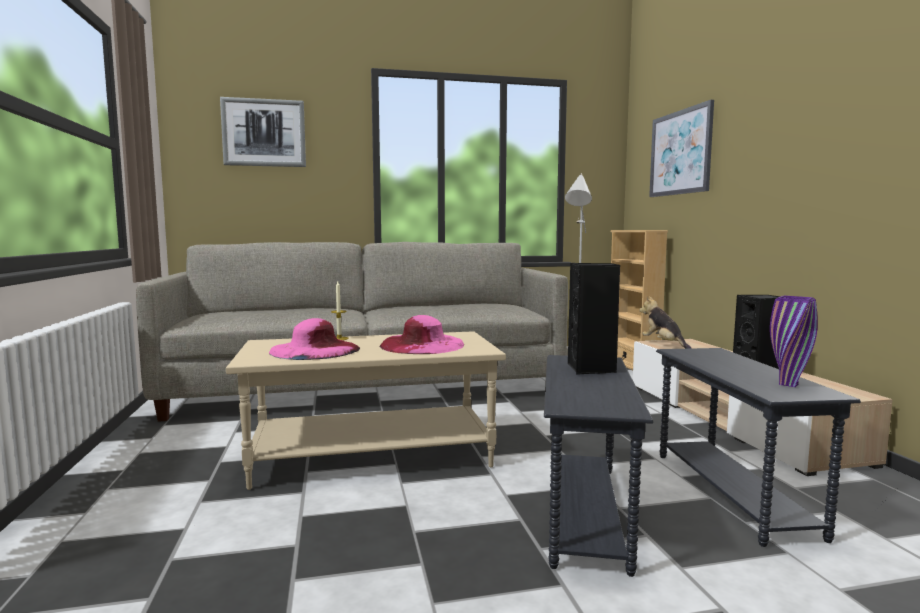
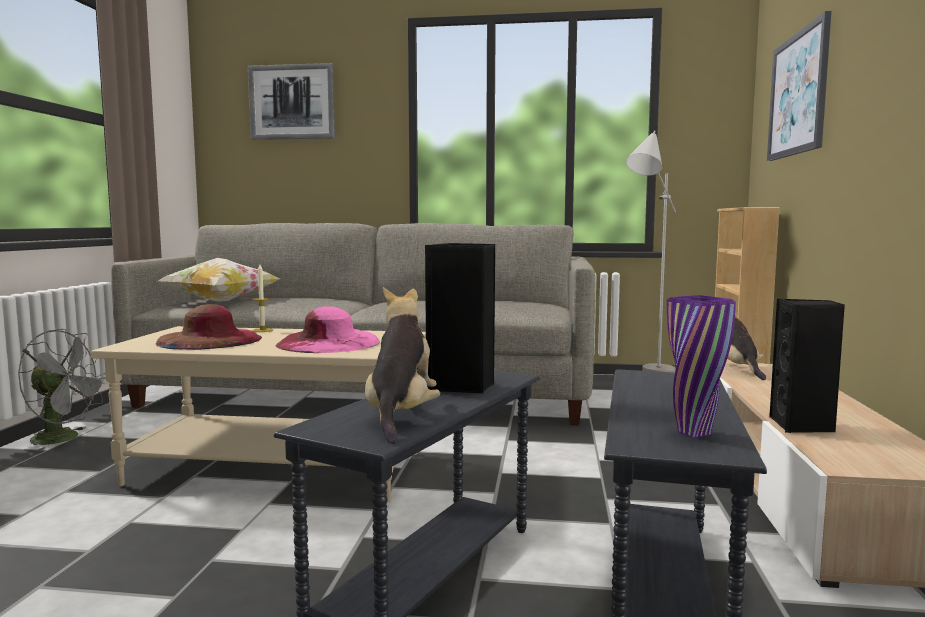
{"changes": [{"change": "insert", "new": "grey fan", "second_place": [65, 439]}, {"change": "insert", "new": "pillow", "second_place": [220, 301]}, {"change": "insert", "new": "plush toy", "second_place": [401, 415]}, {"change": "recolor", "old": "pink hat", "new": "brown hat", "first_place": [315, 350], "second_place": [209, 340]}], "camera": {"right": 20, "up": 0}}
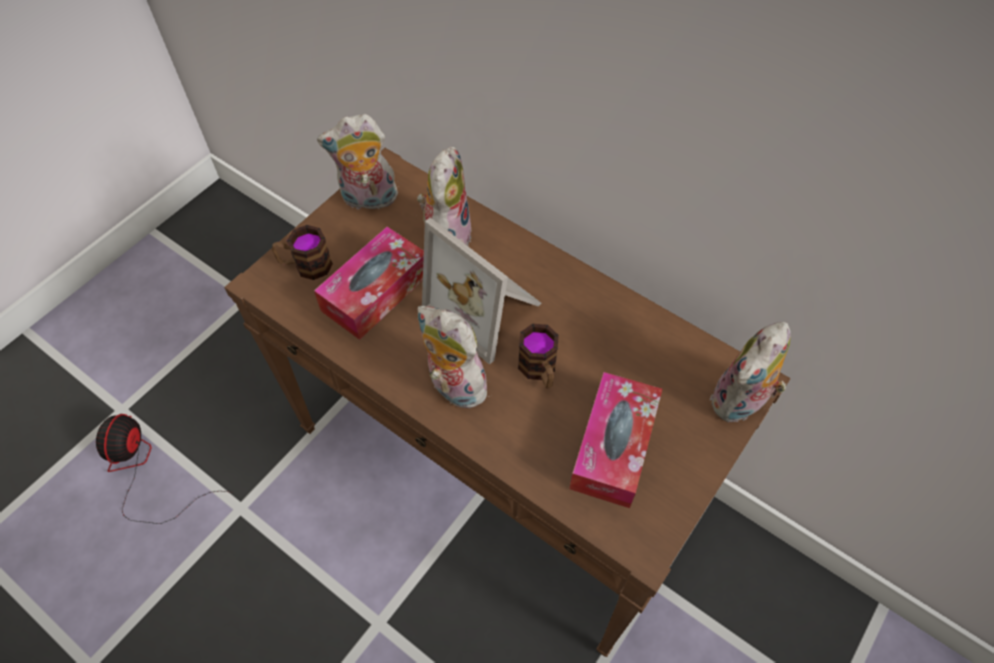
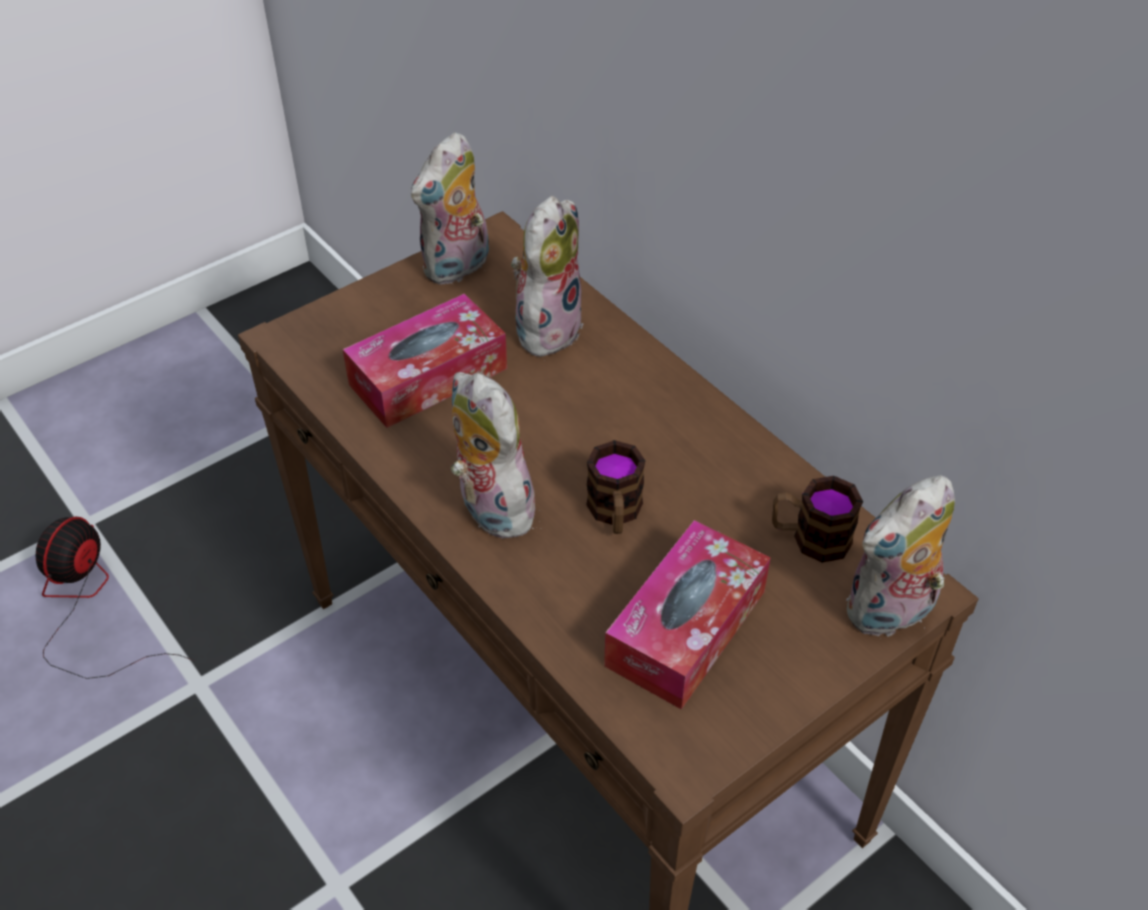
{"changes": [{"change": "delete", "old": "picture frame", "first_place": [487, 308]}, {"change": "move", "old": "mug", "first_place": [305, 265], "second_place": [810, 538]}, {"change": "rotate", "old": "plush toy", "first_place": [368, 200], "second_place": [457, 268], "degrees": -60}], "camera": {"right": 15, "up": -10}}
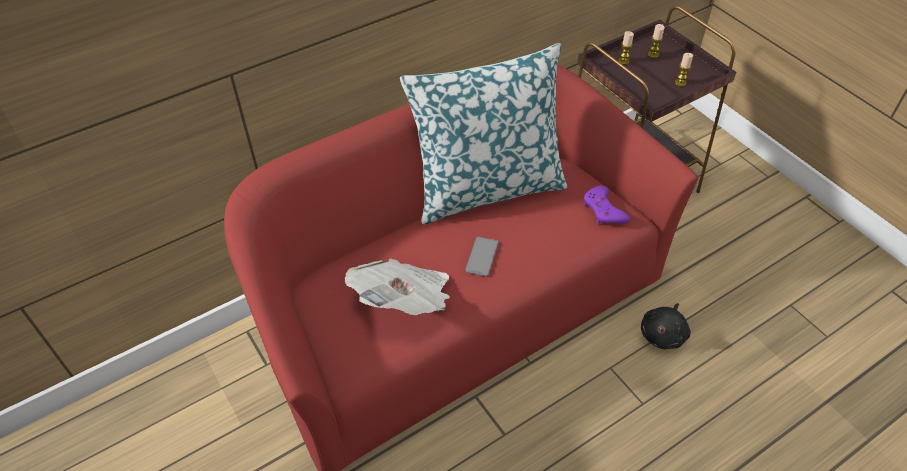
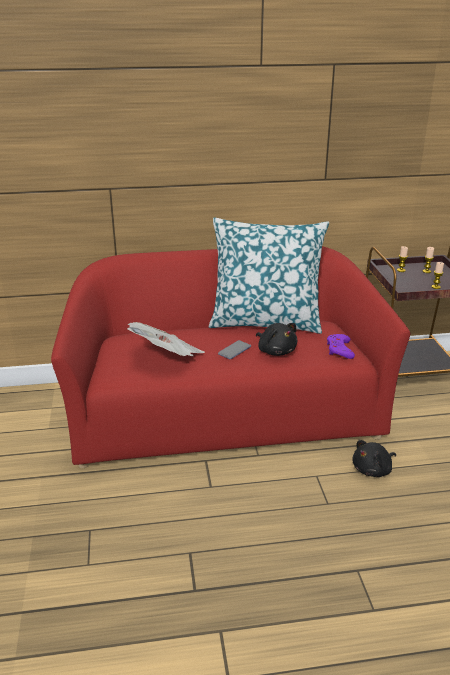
{"changes": [{"change": "insert", "new": "black plush toy", "second_place": [276, 351]}], "camera": {"right": 25, "up": -20}}
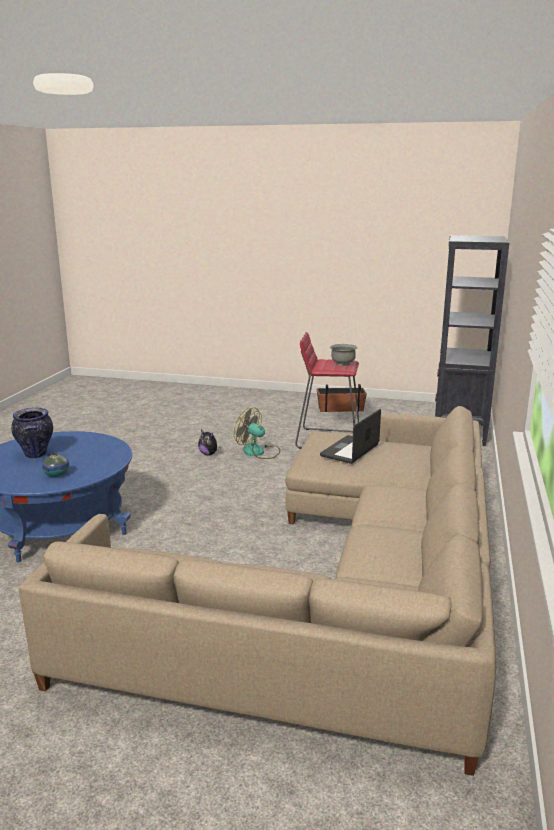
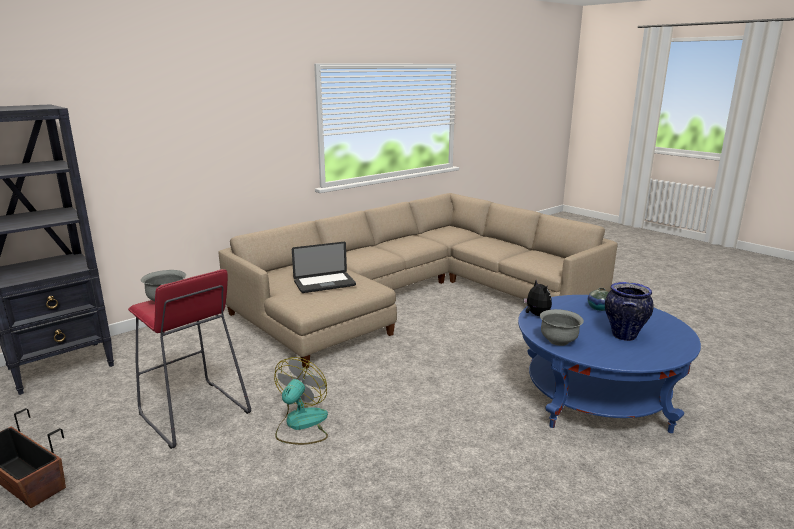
{"changes": [{"change": "insert", "new": "grey bowl", "second_place": [558, 341]}, {"change": "move", "old": "plush toy", "first_place": [209, 454], "second_place": [536, 315]}, {"change": "rotate", "old": "fan", "first_place": [258, 452], "second_place": [301, 425], "degrees": -135}], "camera": {"right": -145, "up": 0}}
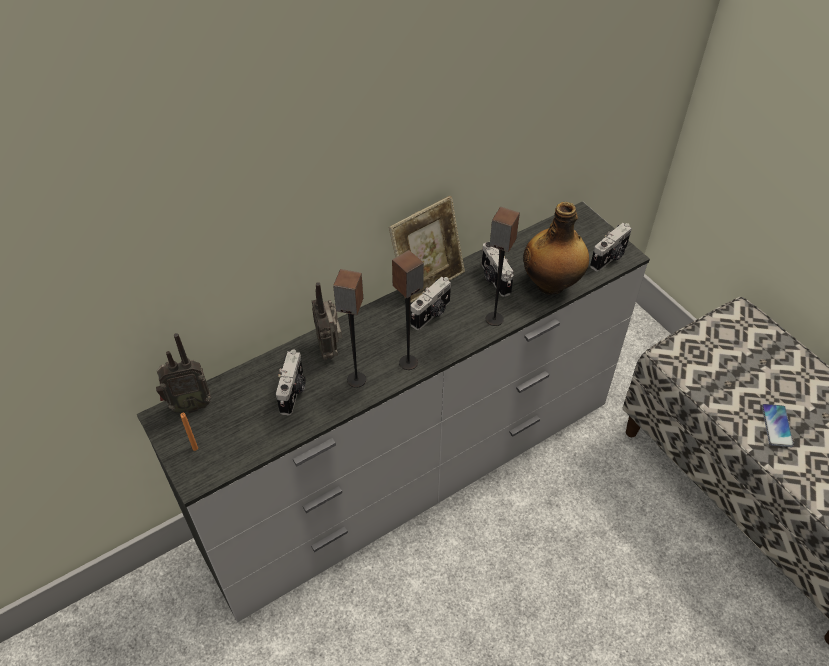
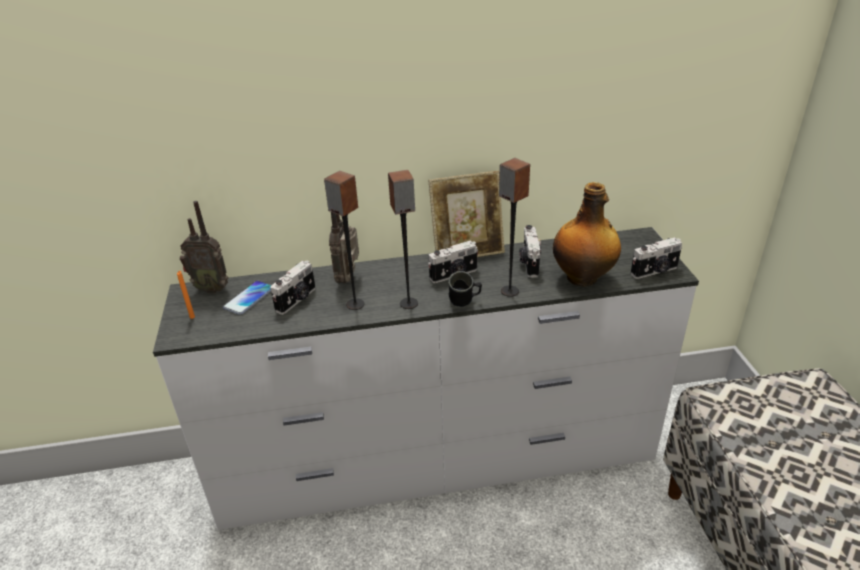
{"changes": [{"change": "insert", "new": "black mug", "second_place": [465, 303]}, {"change": "move", "old": "phone", "first_place": [776, 426], "second_place": [249, 298]}], "camera": {"right": 25, "up": -15}}
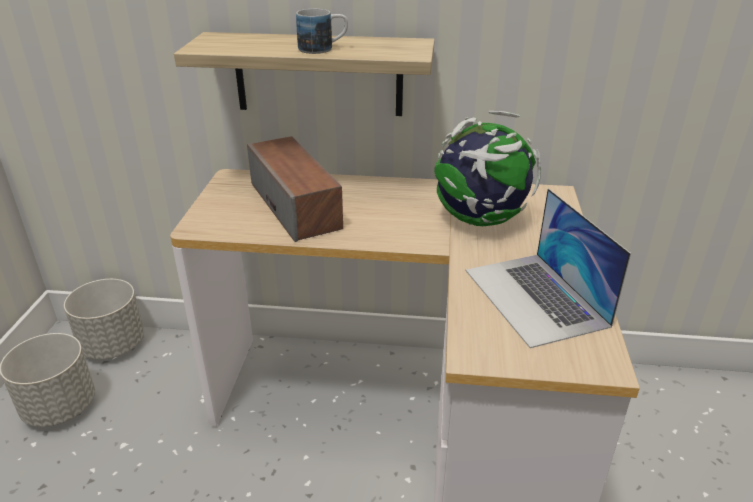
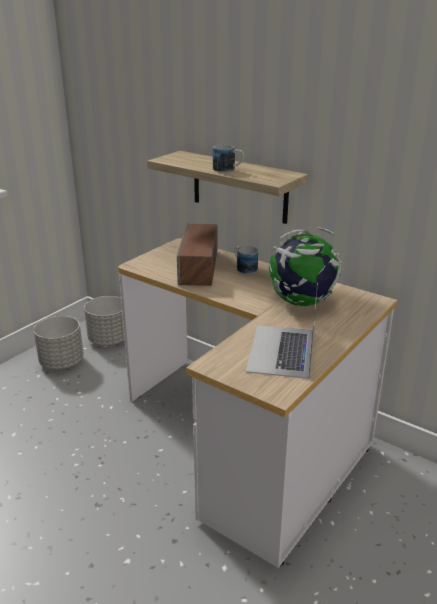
{"changes": [{"change": "insert", "new": "mug", "second_place": [244, 268]}], "camera": {"right": 30, "up": -5}}
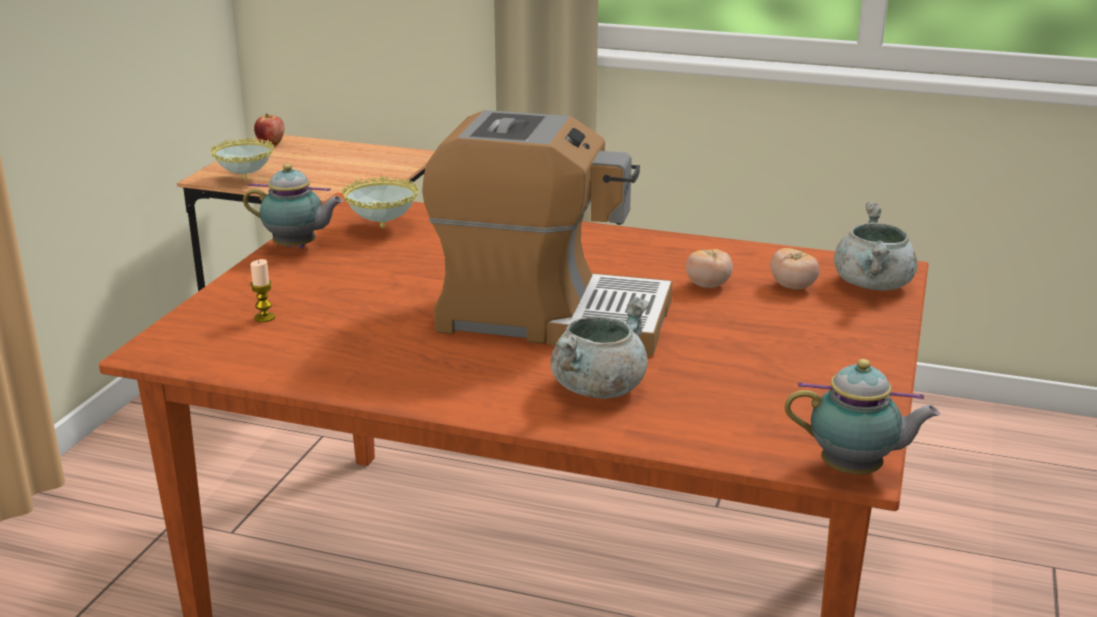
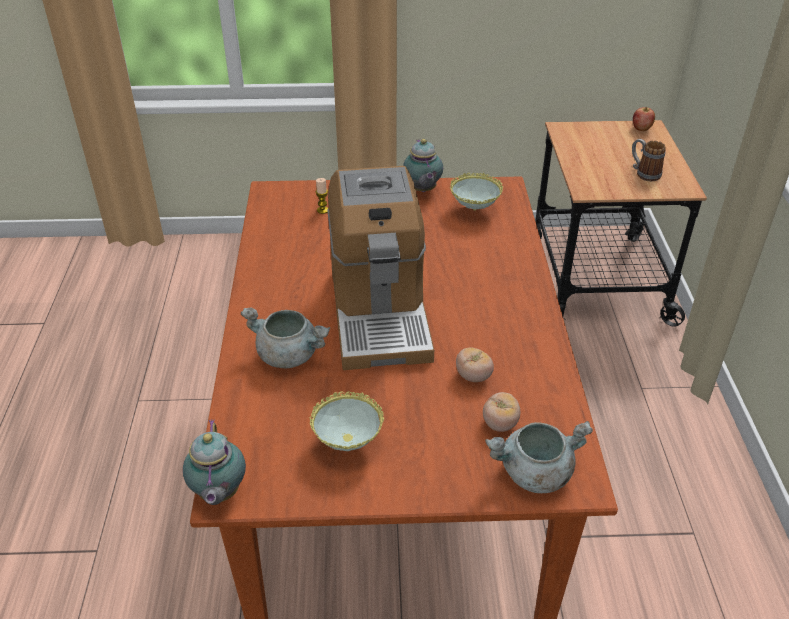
{"changes": [{"change": "insert", "new": "mug", "second_place": [643, 173]}, {"change": "move", "old": "bowl", "first_place": [245, 179], "second_place": [348, 444]}], "camera": {"right": 70, "up": 15}}
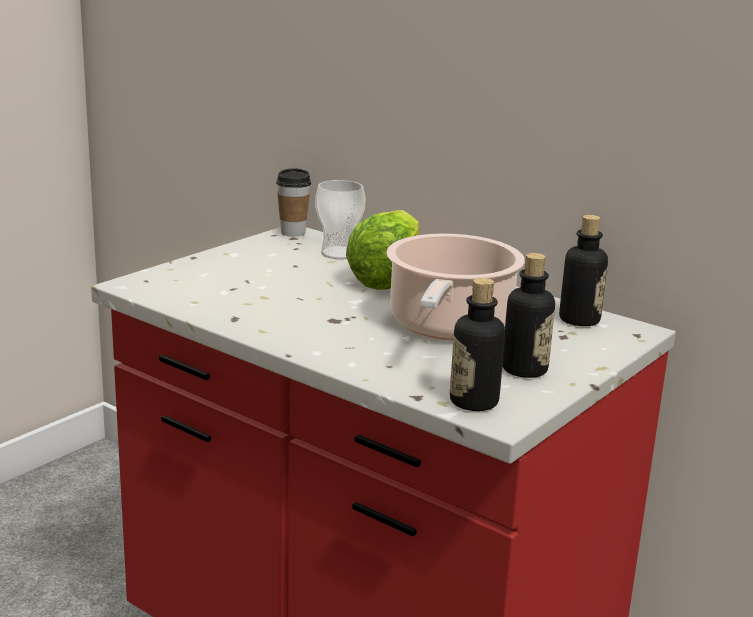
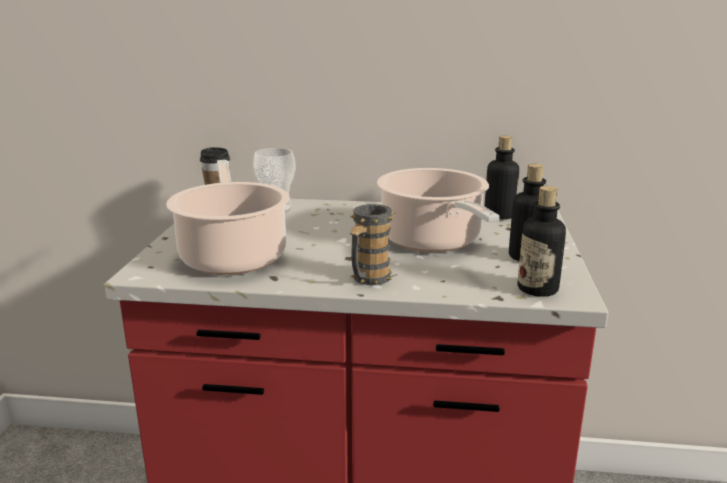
{"changes": [{"change": "delete", "old": "lettuce", "first_place": [387, 277]}, {"change": "insert", "new": "cooking pot", "second_place": [233, 255]}, {"change": "insert", "new": "mug", "second_place": [368, 280]}], "camera": {"right": -30, "up": 0}}
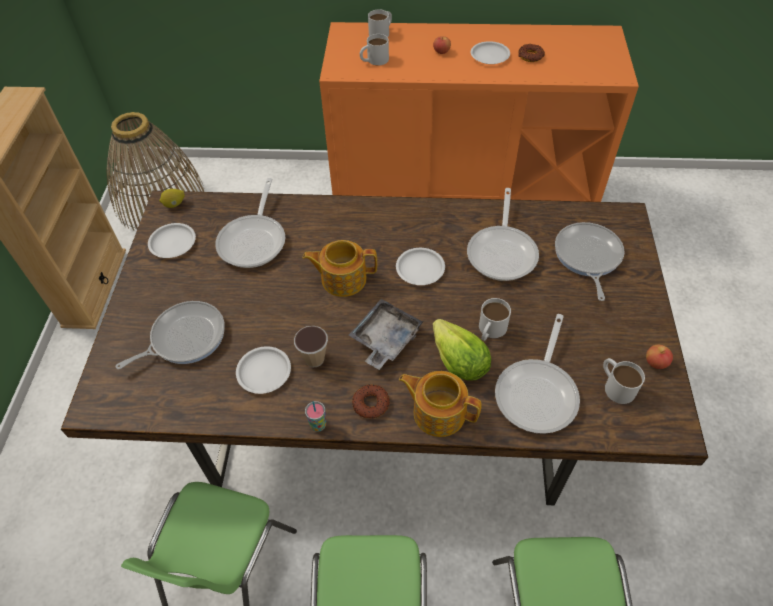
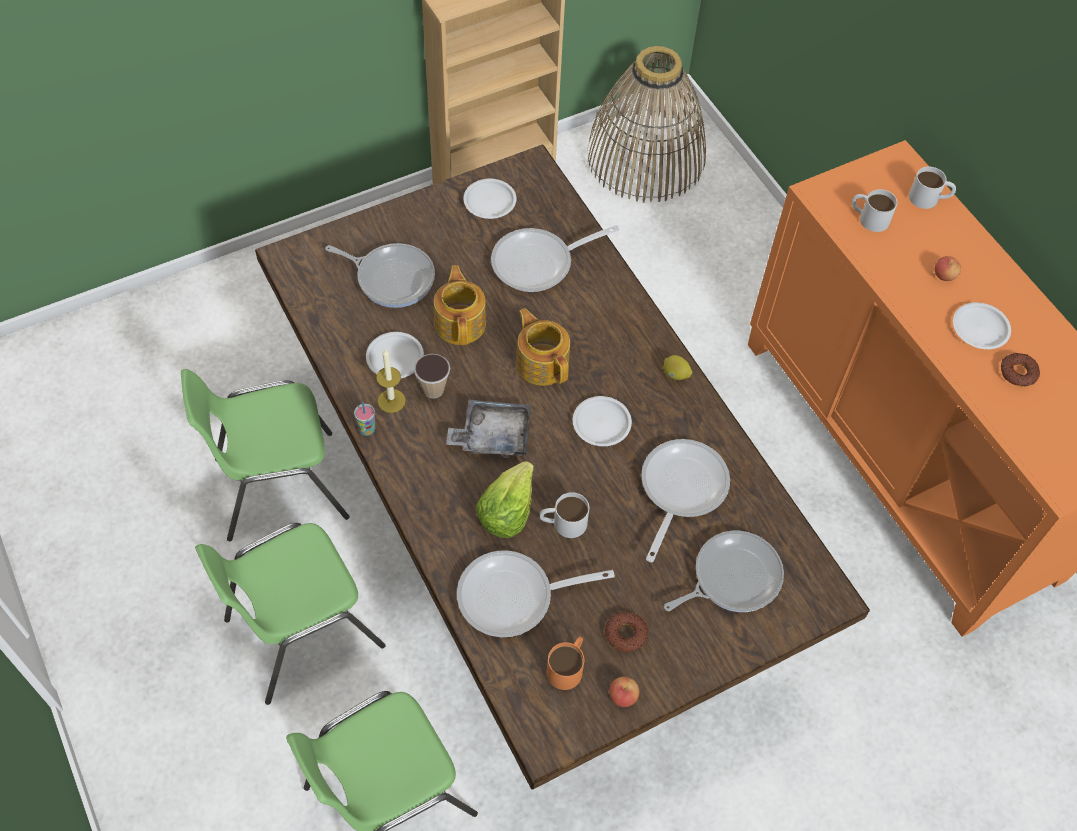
{"changes": [{"change": "insert", "new": "candle", "second_place": [391, 401]}, {"change": "move", "old": "lemon", "first_place": [174, 204], "second_place": [675, 374]}, {"change": "move", "old": "donut", "first_place": [370, 404], "second_place": [625, 633]}, {"change": "move", "old": "teapot", "first_place": [438, 412], "second_place": [460, 322]}, {"change": "recolor", "old": "white mug", "new": "orange mug", "first_place": [615, 385], "second_place": [568, 666]}, {"change": "rotate", "old": "frying pan", "first_place": [503, 252], "second_place": [680, 490], "degrees": 135}], "camera": {"right": 55, "up": 5}}
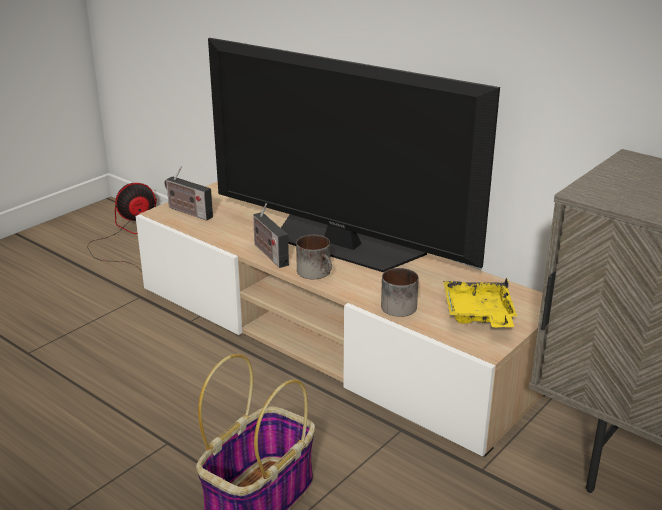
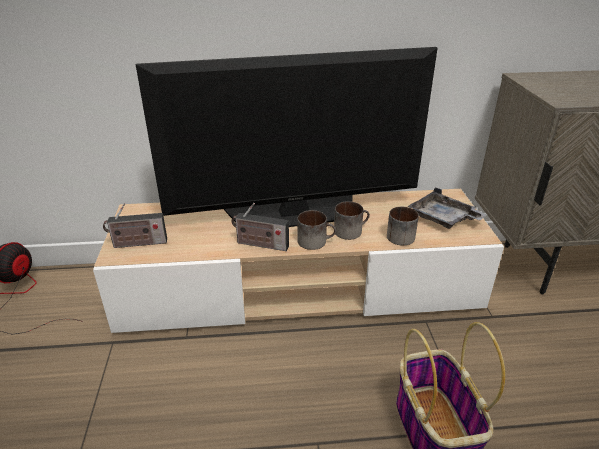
{"changes": [{"change": "insert", "new": "mug", "second_place": [350, 230]}, {"change": "recolor", "old": "yellow tray", "new": "grey tray", "first_place": [478, 315], "second_place": [443, 218]}], "camera": {"right": -45, "up": 5}}
